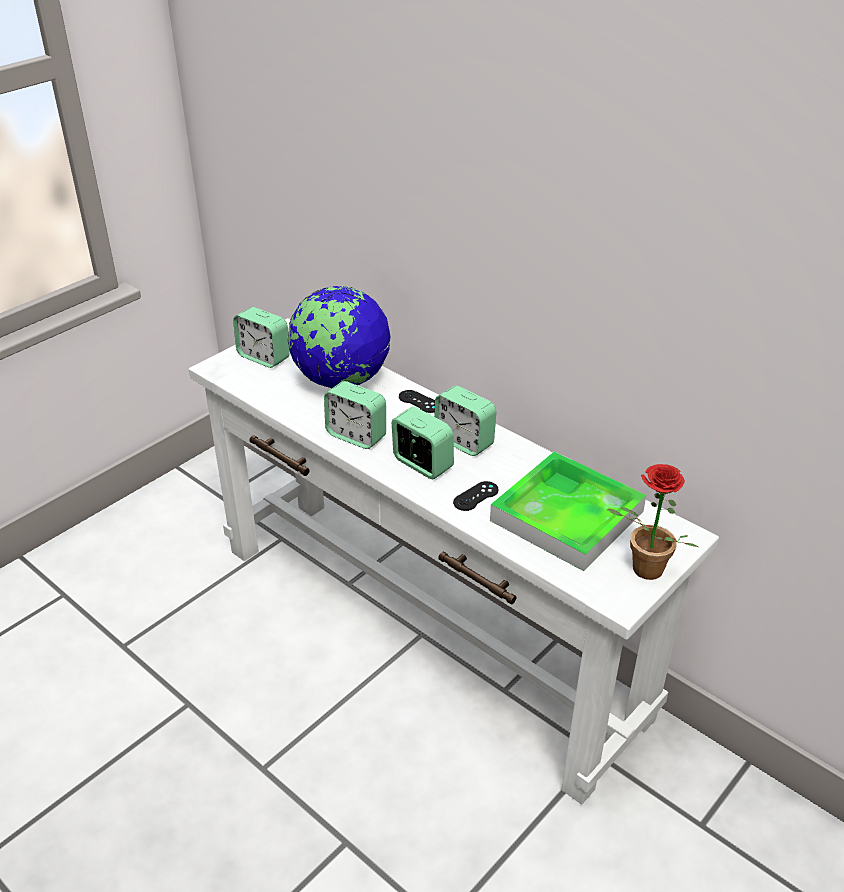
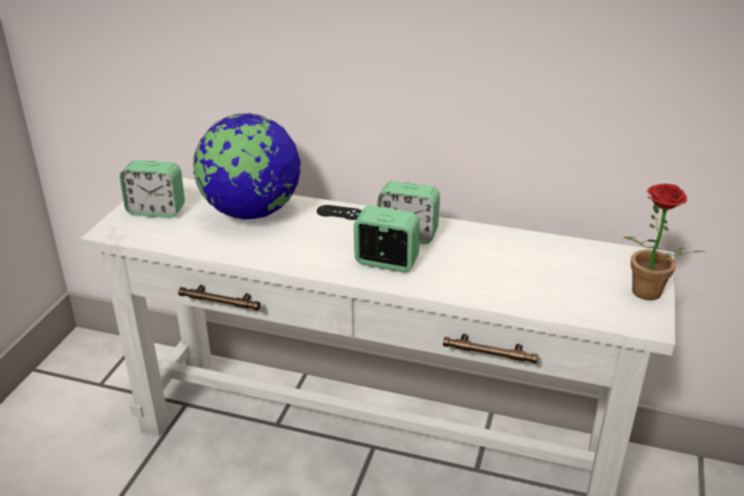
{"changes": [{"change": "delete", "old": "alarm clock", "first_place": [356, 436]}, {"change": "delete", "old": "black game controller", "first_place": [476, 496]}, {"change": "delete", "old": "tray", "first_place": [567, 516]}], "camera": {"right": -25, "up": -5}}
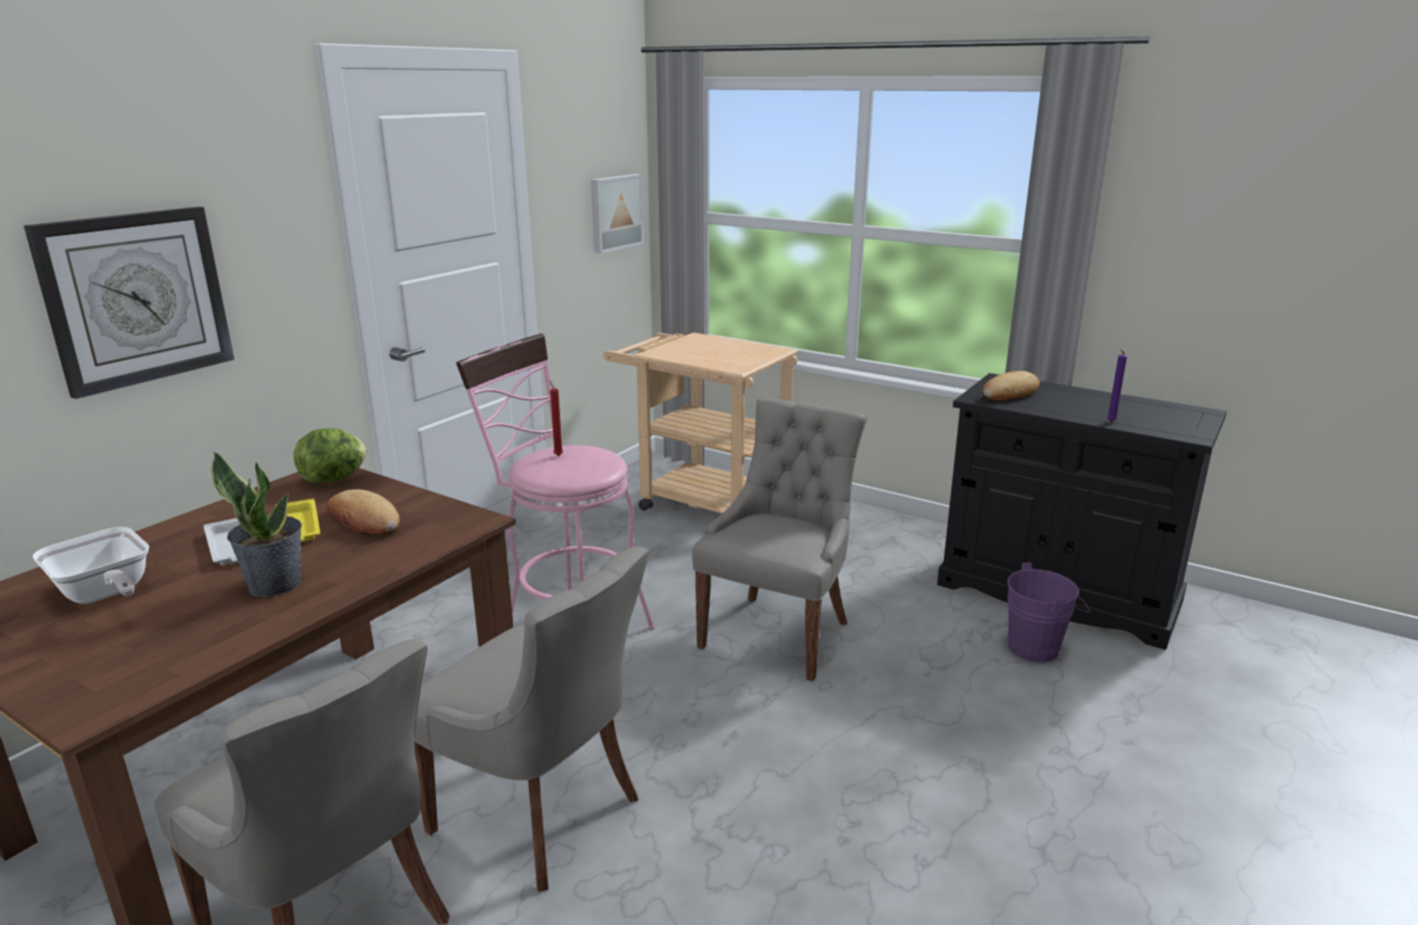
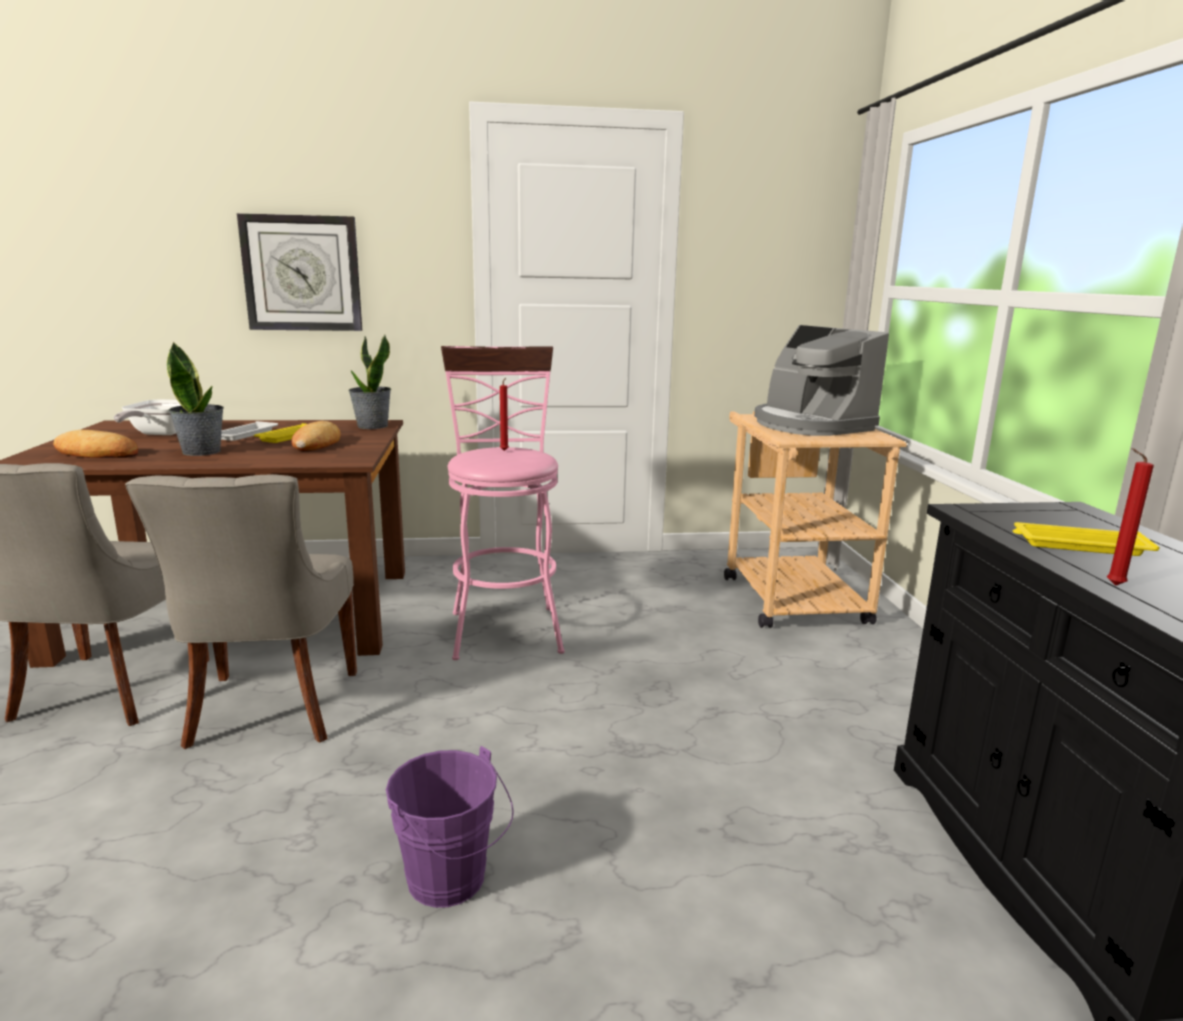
{"changes": [{"change": "delete", "old": "picture", "first_place": [614, 212]}, {"change": "delete", "old": "grey chair", "first_place": [778, 633]}, {"change": "insert", "new": "coffee machine", "second_place": [810, 425]}, {"change": "insert", "new": "yellow tray", "second_place": [1077, 545]}, {"change": "move", "old": "bread", "first_place": [1010, 393], "second_place": [96, 453]}, {"change": "move", "old": "purple bucket", "first_place": [1038, 648], "second_place": [452, 883]}, {"change": "replace", "old": "lettuce", "new": "potted plant", "first_place": [335, 479], "second_place": [372, 426]}, {"change": "recolor", "old": "purple candle", "new": "red candle", "first_place": [1110, 422], "second_place": [1112, 585]}], "camera": {"right": 50, "up": -5}}
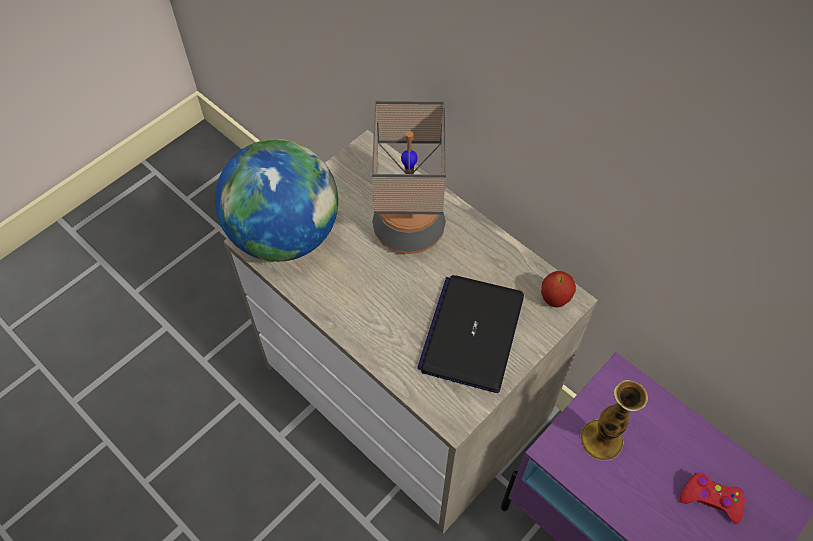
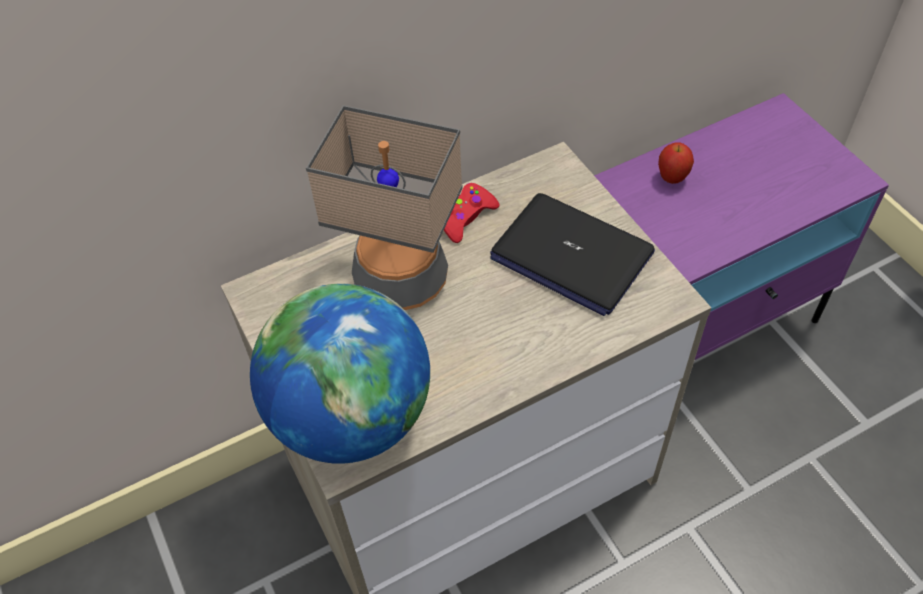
{"changes": [{"change": "delete", "old": "vase", "first_place": [601, 439]}, {"change": "move", "old": "apple", "first_place": [554, 300], "second_place": [672, 178]}, {"change": "move", "old": "red game controller", "first_place": [710, 499], "second_place": [465, 217]}], "camera": {"right": -70, "up": -5}}
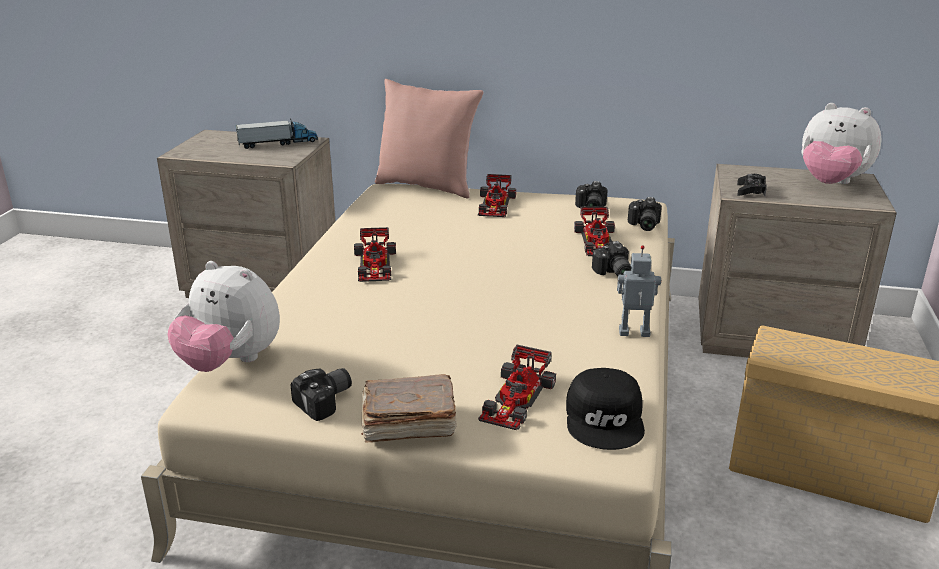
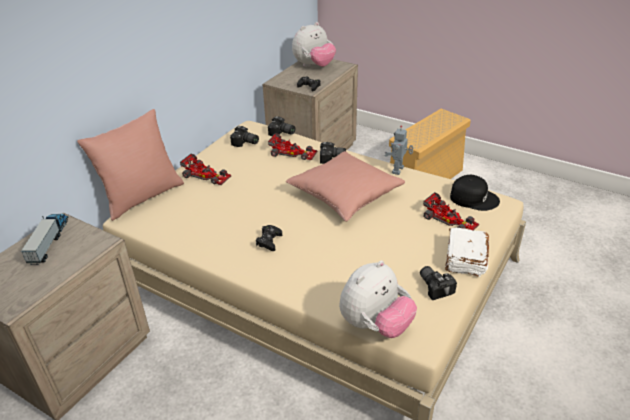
{"changes": [{"change": "insert", "new": "pink pillow", "second_place": [345, 195]}, {"change": "replace", "old": "toy car", "new": "black game controller", "first_place": [375, 264], "second_place": [269, 241]}, {"change": "recolor", "old": "brown book", "new": "white book", "first_place": [407, 424], "second_place": [465, 259]}], "camera": {"right": -70, "up": 10}}
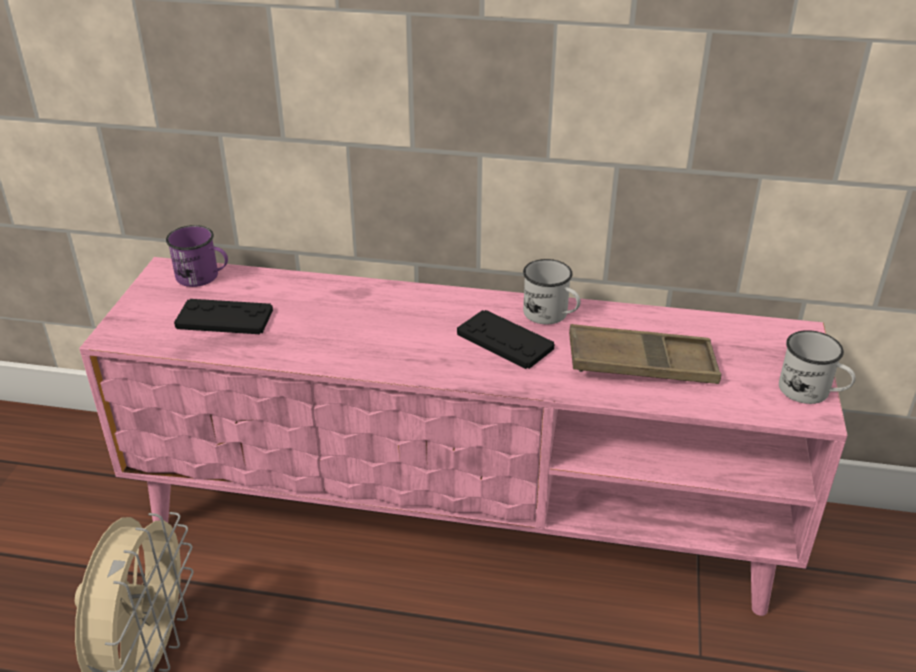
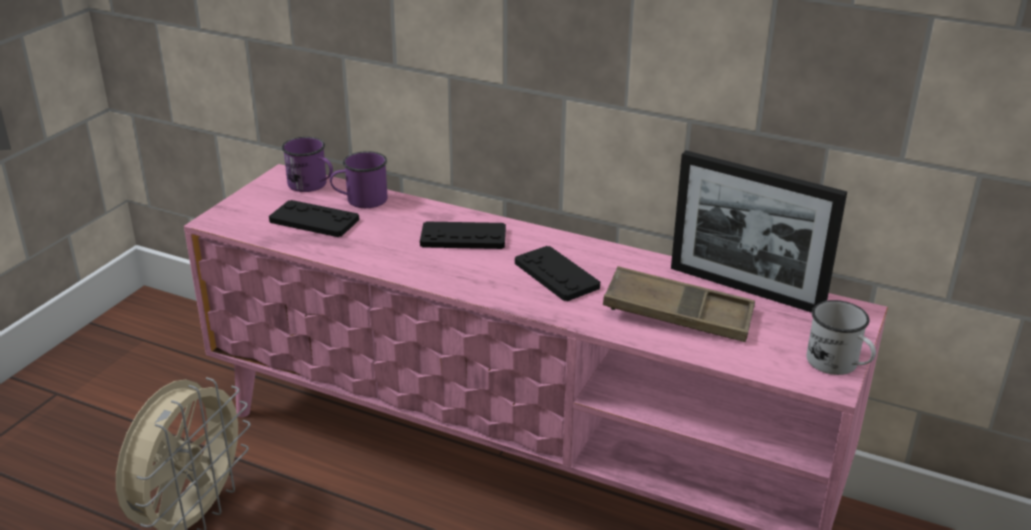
{"changes": [{"change": "delete", "old": "white mug", "first_place": [551, 315]}, {"change": "insert", "new": "purple mug", "second_place": [360, 200]}, {"change": "insert", "new": "black game controller", "second_place": [463, 237]}, {"change": "insert", "new": "picture frame", "second_place": [745, 289]}], "camera": {"right": 15, "up": -5}}
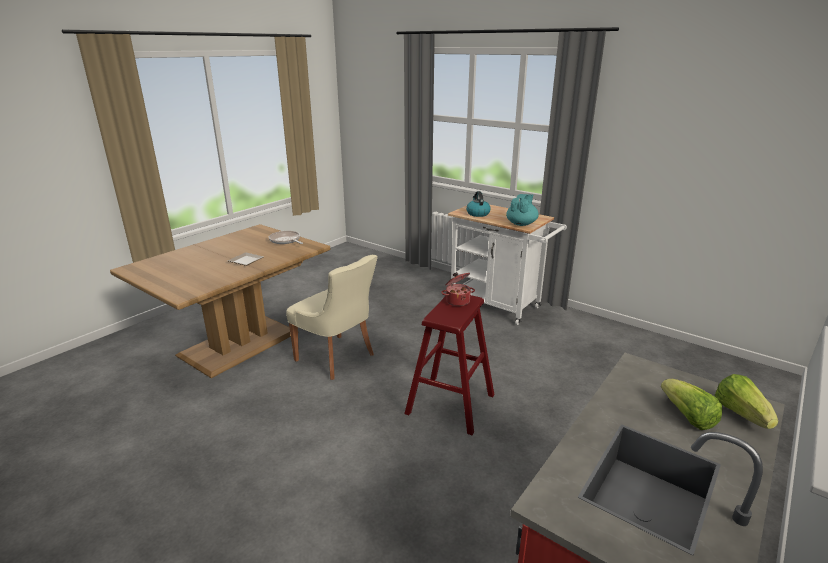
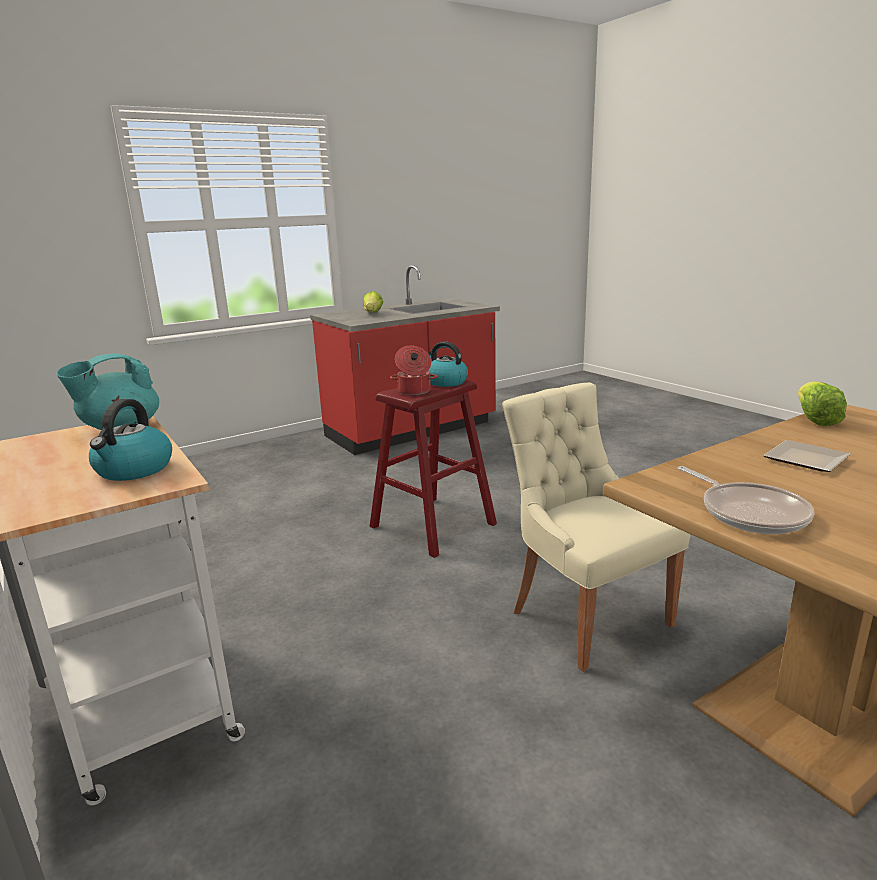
{"changes": [{"change": "insert", "new": "kettle", "second_place": [445, 382]}, {"change": "move", "old": "lettuce", "first_place": [741, 414], "second_place": [814, 419]}], "camera": {"right": -160, "up": -5}}
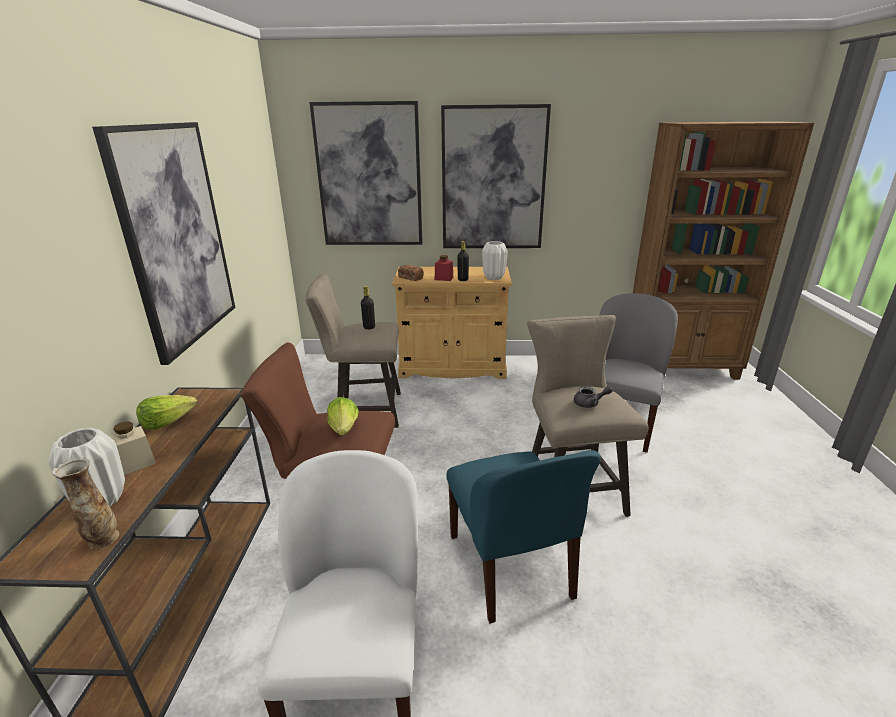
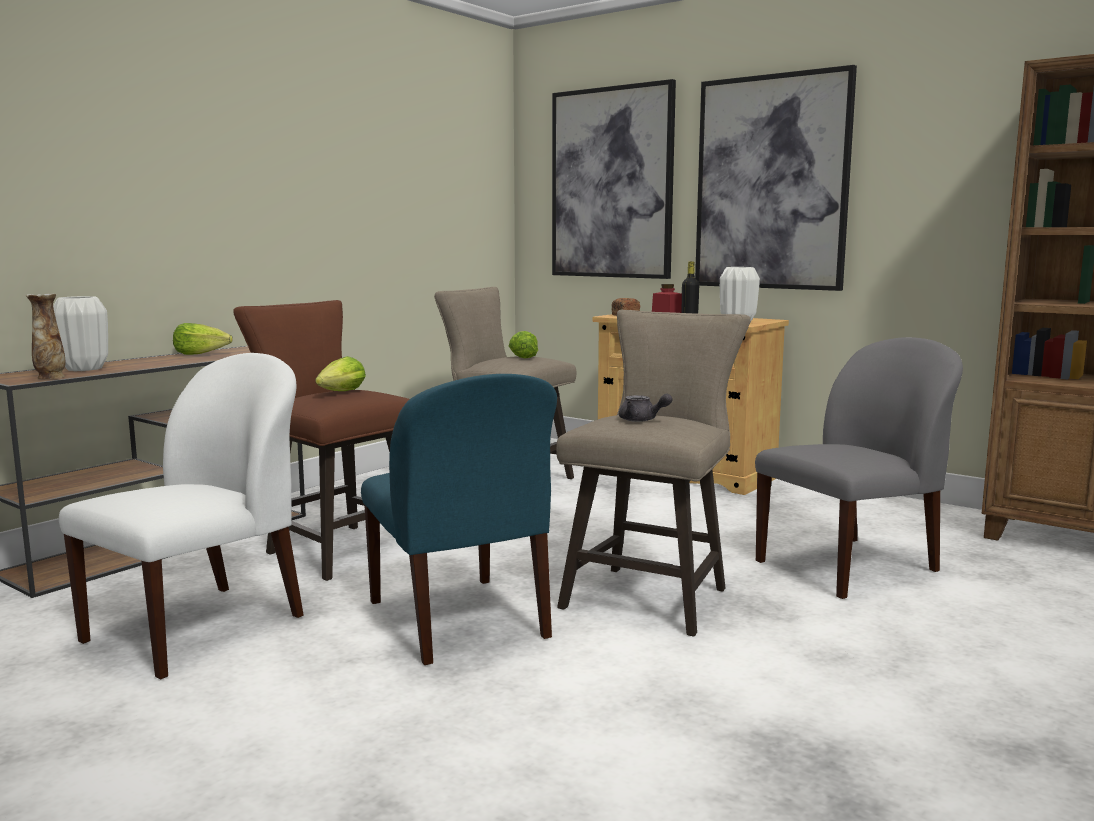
{"changes": [{"change": "delete", "old": "picture", "first_place": [176, 237]}, {"change": "delete", "old": "beige jar", "first_place": [136, 463]}, {"change": "replace", "old": "black bottle", "new": "lettuce", "first_place": [369, 327], "second_place": [523, 356]}, {"change": "rotate", "old": "blue chair", "first_place": [511, 568], "second_place": [459, 621], "degrees": -45}], "camera": {"right": 35, "up": -15}}
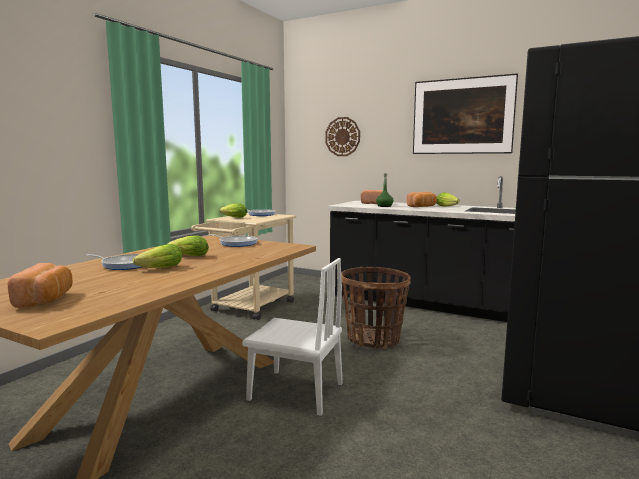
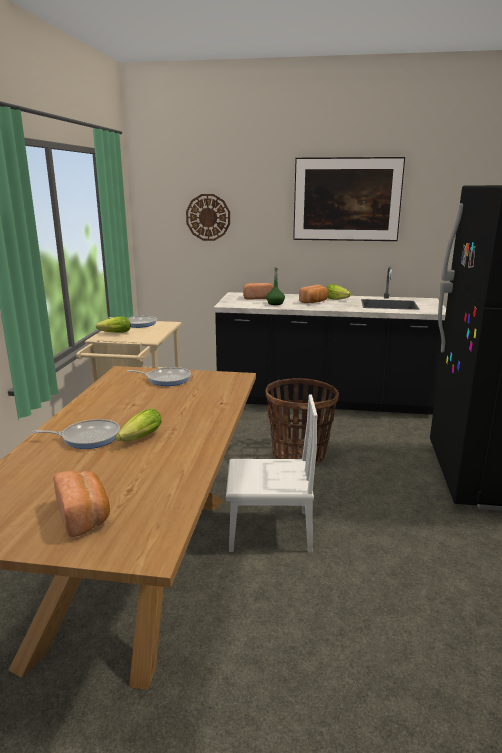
{"changes": [{"change": "delete", "old": "lettuce", "first_place": [187, 256]}], "camera": {"right": -20, "up": 10}}
